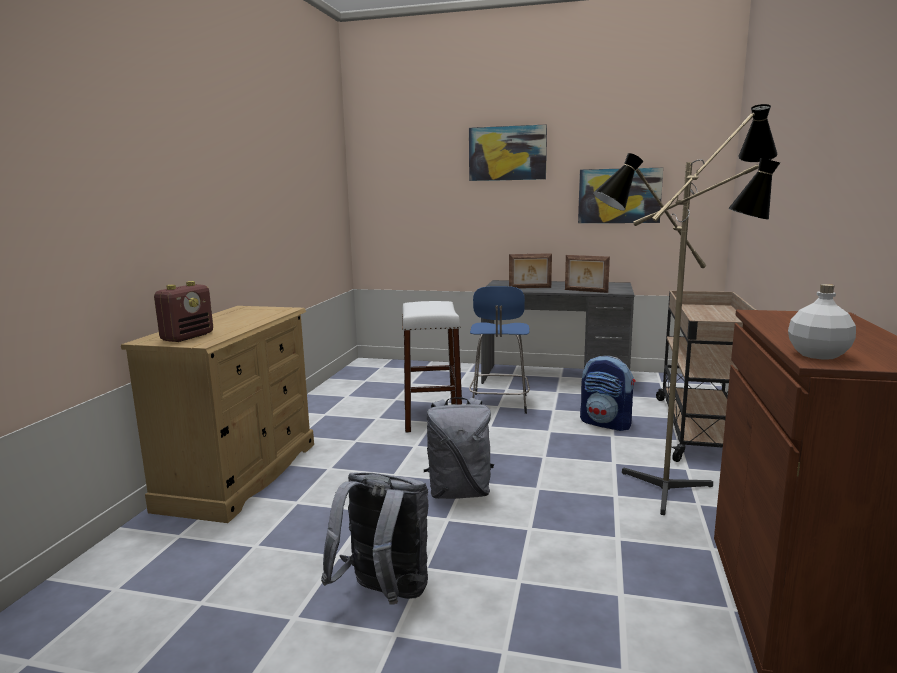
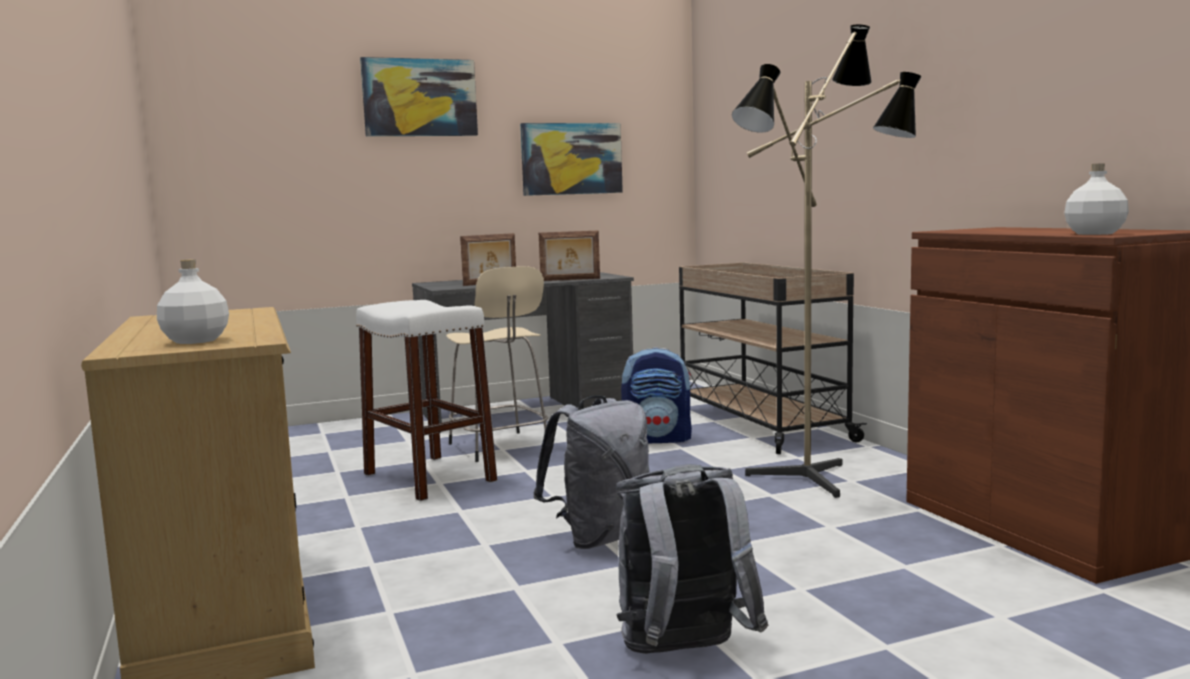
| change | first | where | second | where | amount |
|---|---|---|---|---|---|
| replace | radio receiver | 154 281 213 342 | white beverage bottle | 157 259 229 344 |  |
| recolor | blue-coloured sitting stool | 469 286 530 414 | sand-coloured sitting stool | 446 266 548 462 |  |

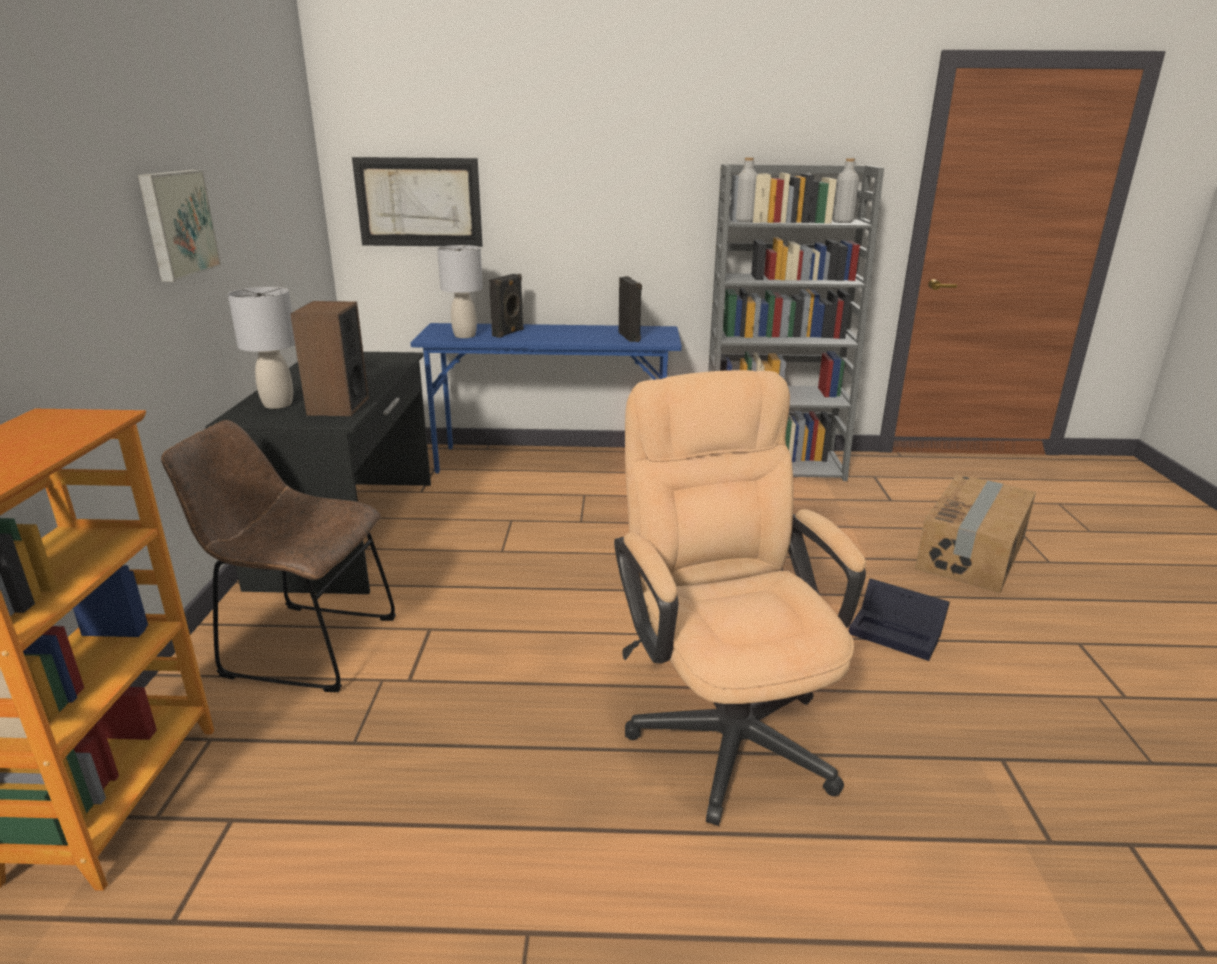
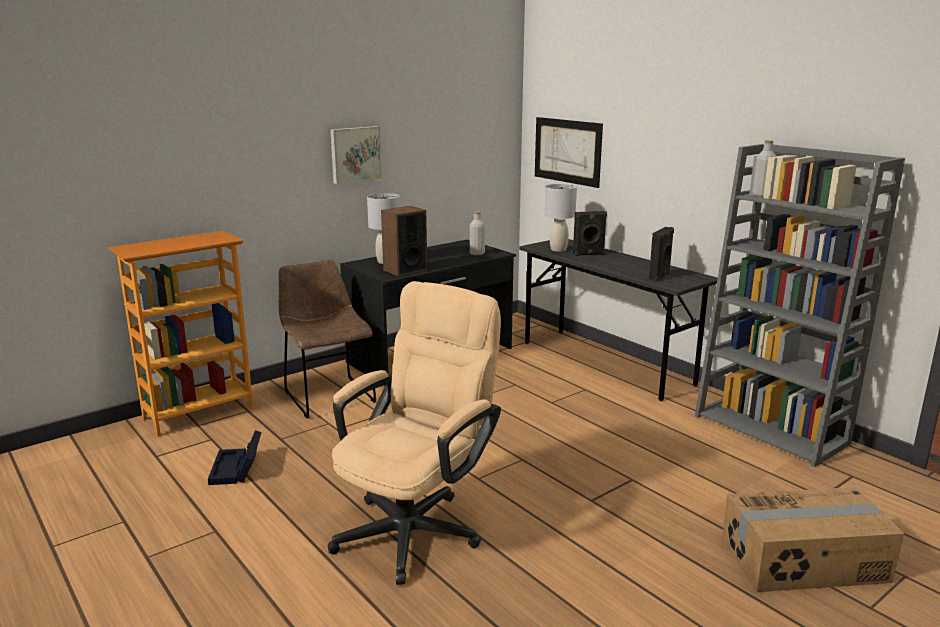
| change | first | where | second | where | amount |
|---|---|---|---|---|---|
| move | greyish beverage bottle | 832 158 859 223 |  | 470 211 485 255 |  |
| move | black-coloured storage bin | 849 579 950 661 |  | 208 430 262 485 |  |
| recolor | blue-coloured desk unit | 410 323 682 473 | greyish desk unit | 519 239 717 401 |  |

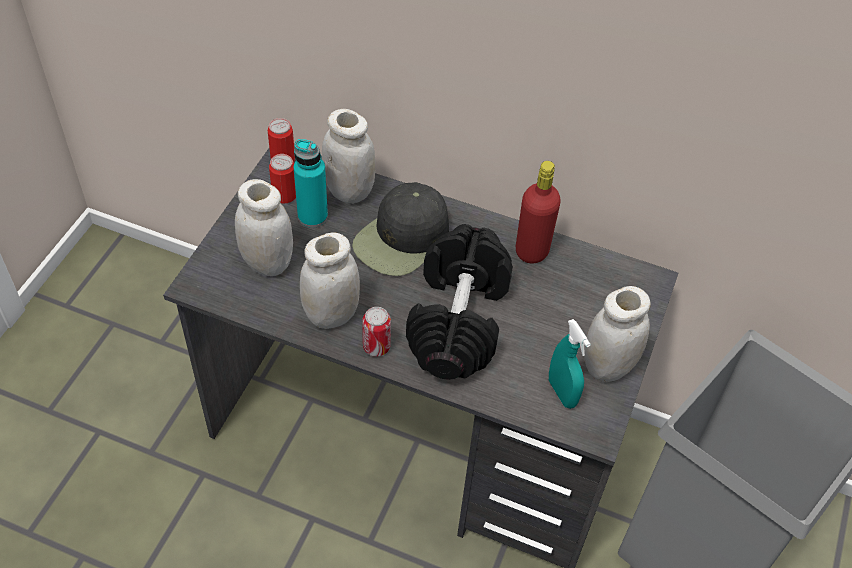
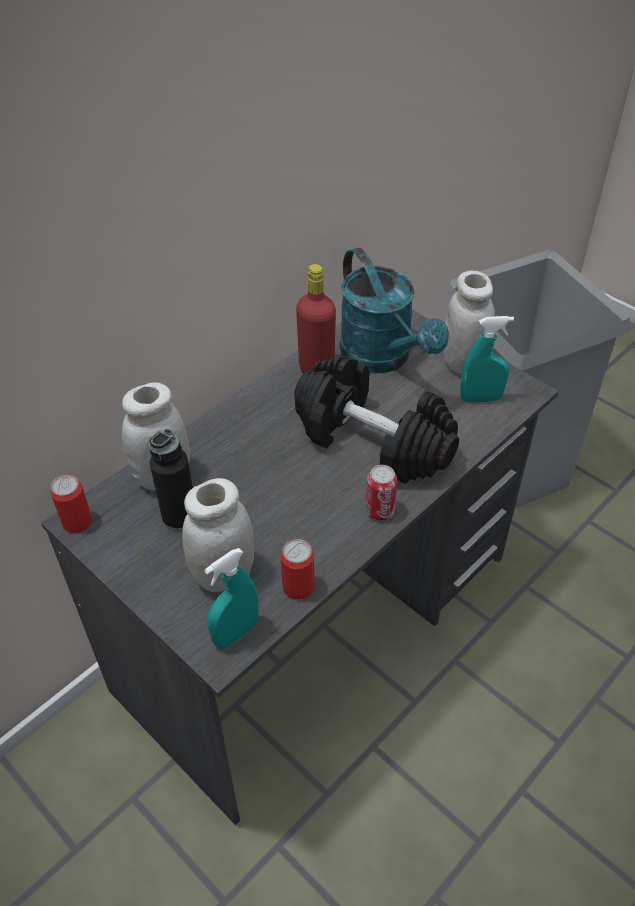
| change | first | where | second | where | amount |
|---|---|---|---|---|---|
| delete | white jar | 300 232 360 329 |  |  |  |
| delete | black-coloured peaked cap | 352 182 449 276 |  |  |  |
| insert |  |  | turquoise-coloured spray bottle | 204 548 259 649 |  |
| insert |  |  | turquoise-coloured watering pot | 340 248 449 373 |  |
| move | can | 269 154 296 204 |  | 280 539 315 600 |  |
| recolor | turquoise-coloured beverage bottle | 294 139 328 228 | black-coloured beverage bottle | 149 429 193 531 |  |

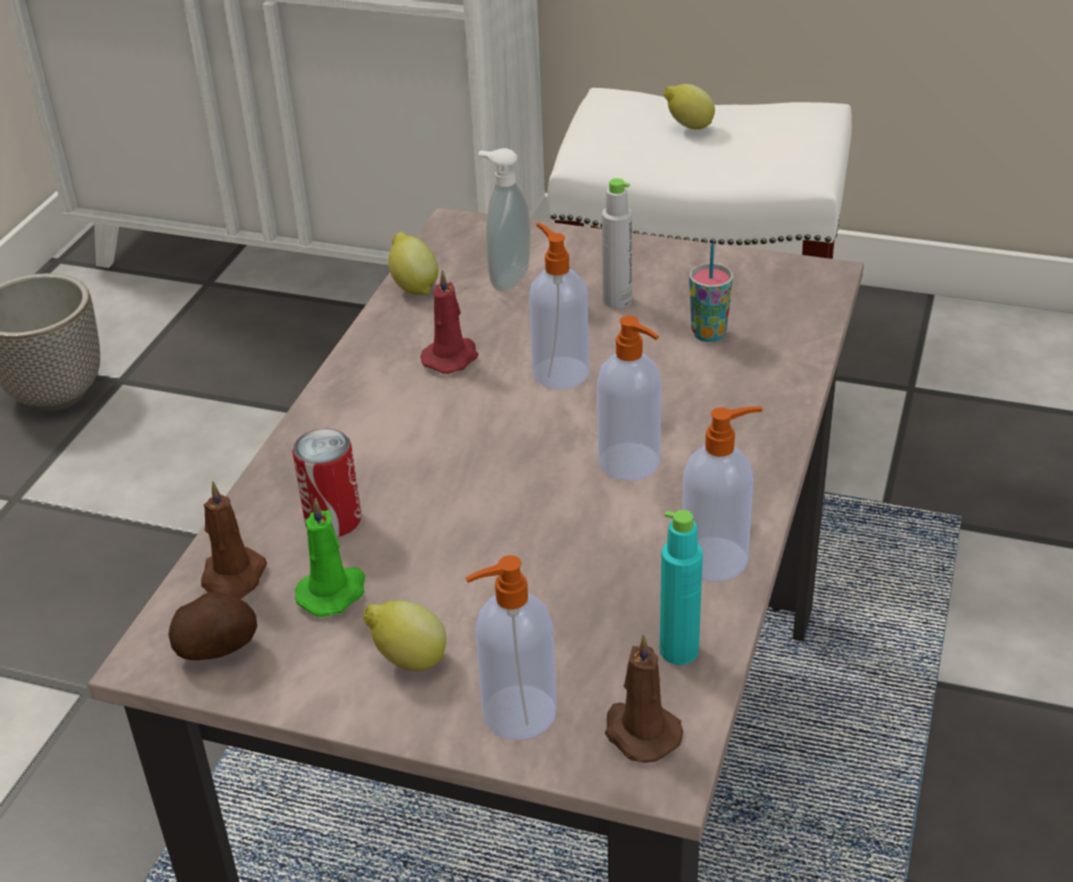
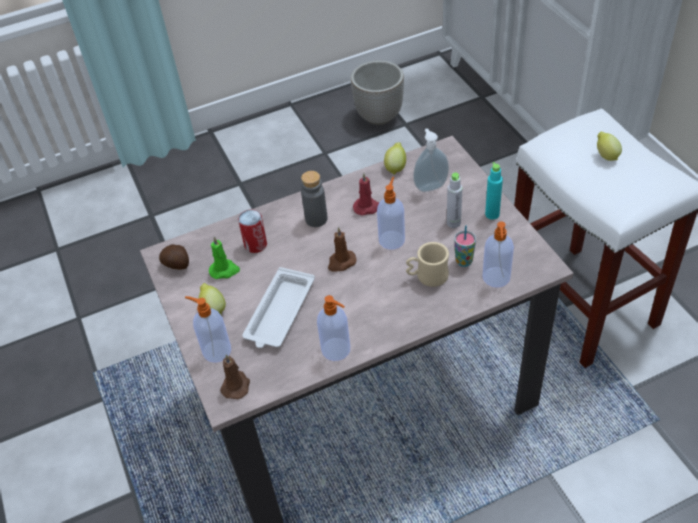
| change | first | where | second | where | amount |
|---|---|---|---|---|---|
| insert |  |  | white tray | 242 267 315 348 |  |
| insert |  |  | greyish beverage bottle | 301 171 328 227 |  |
| insert |  |  | sand-coloured mug | 406 242 449 287 |  |
| move | brown-coloured candle | 201 481 267 599 |  | 328 227 356 272 |  |
| move | liquid soap bottle | 597 316 661 481 |  | 482 221 514 288 |  |
| move | turquoise-coloured beverage bottle | 660 510 703 665 |  | 485 162 503 219 |  |

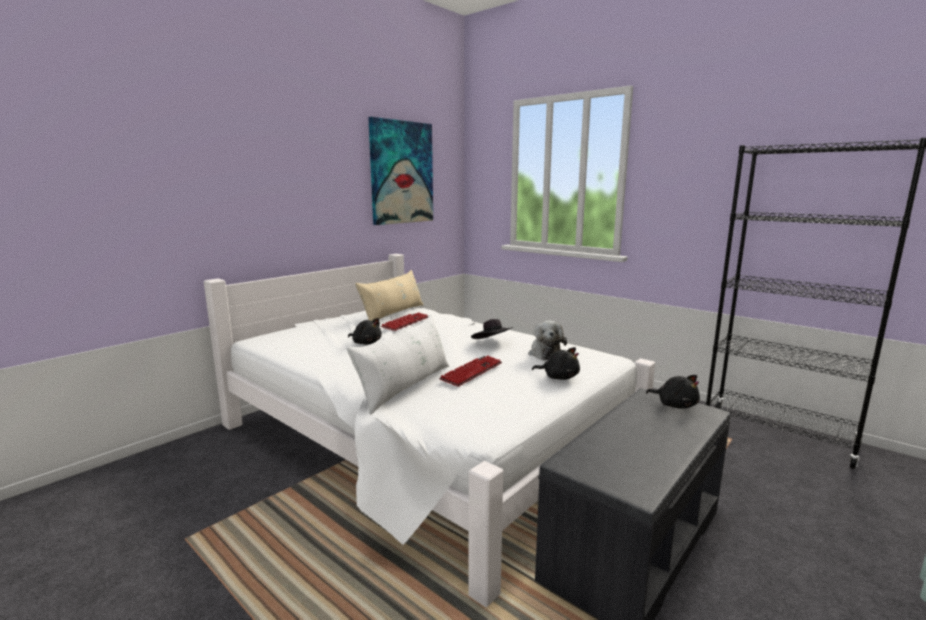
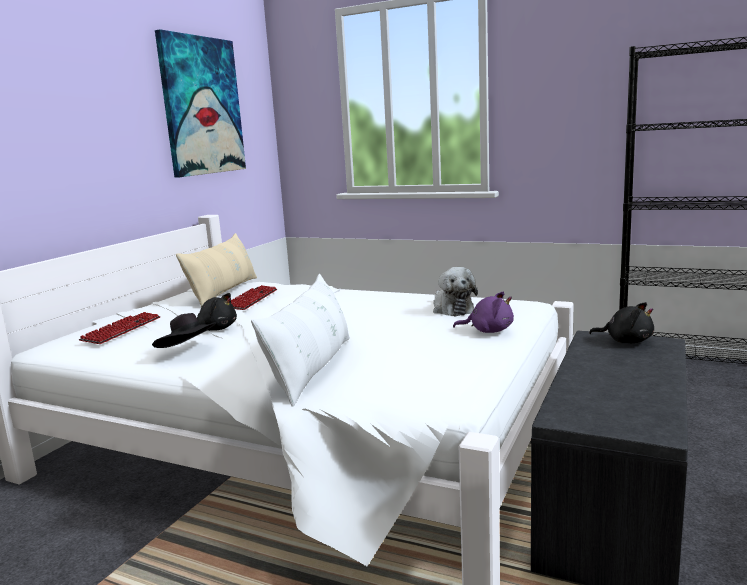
| change | first | where | second | where | amount |
|---|---|---|---|---|---|
| move | keyboard | 439 356 502 387 |  | 79 312 161 344 |  |
| move | black-coloured clothing hat | 471 319 514 339 |  | 152 313 218 348 |  |
| recolor | black-coloured cuddly toy | 532 347 580 380 | purple cuddly toy | 453 291 514 333 |  |

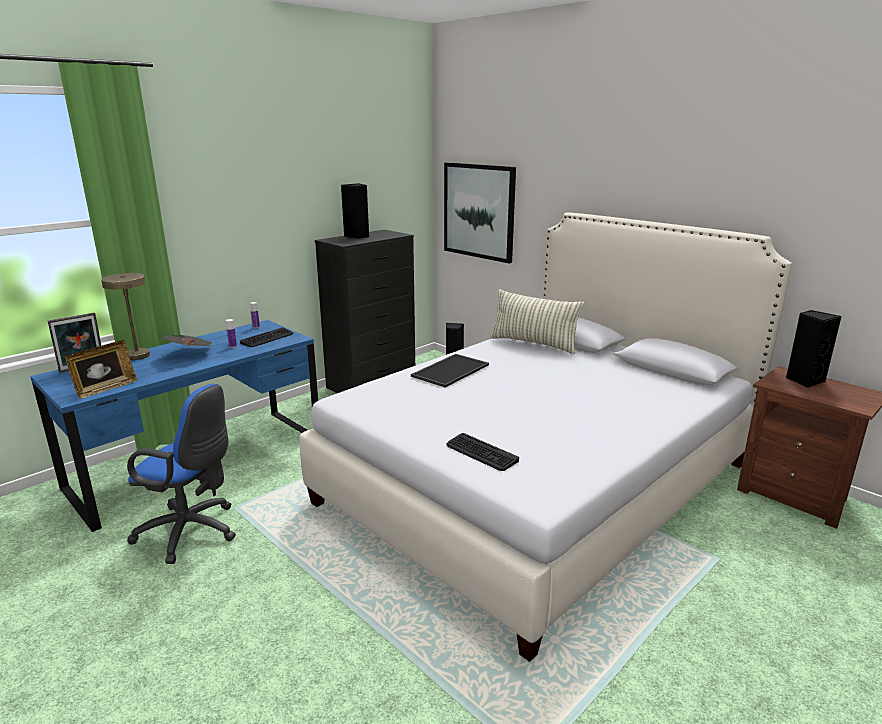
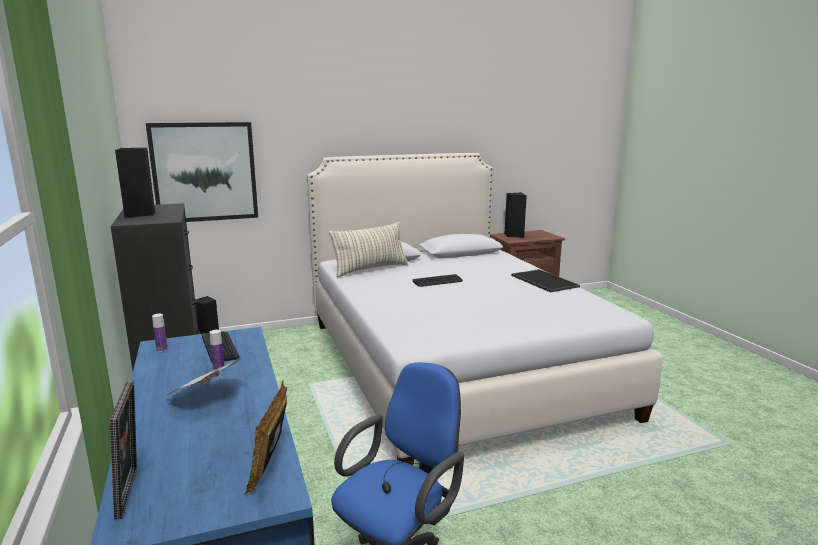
| change | first | where | second | where | amount |
|---|---|---|---|---|---|
| delete | sand-coloured table lamp | 101 273 150 360 |  |  |  |
| move | tray | 411 354 489 388 |  | 511 269 580 293 |  |
| move | keyboard | 446 433 519 471 |  | 413 274 463 287 |  |
| rotate | standing frame | 65 340 137 398 |  | 244 381 287 495 | 150 degrees counterclockwise |

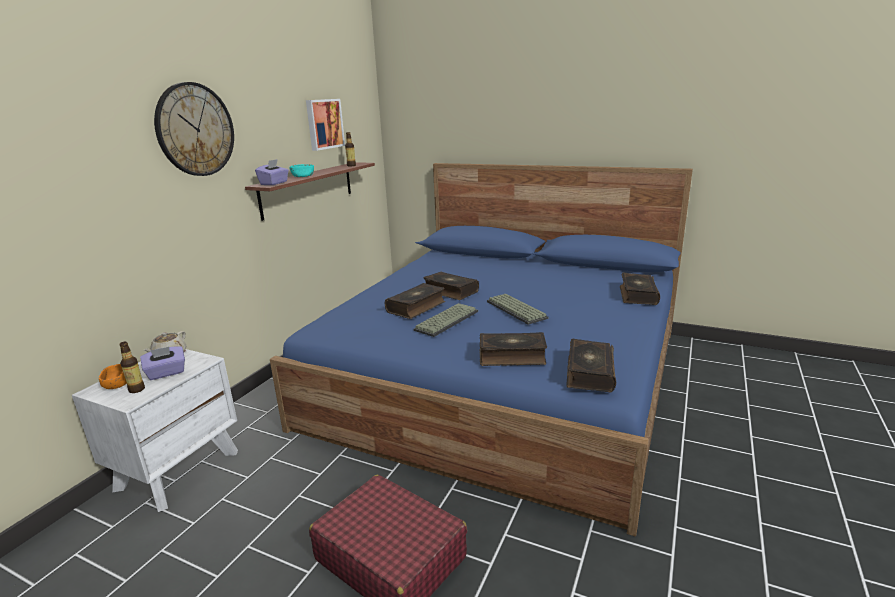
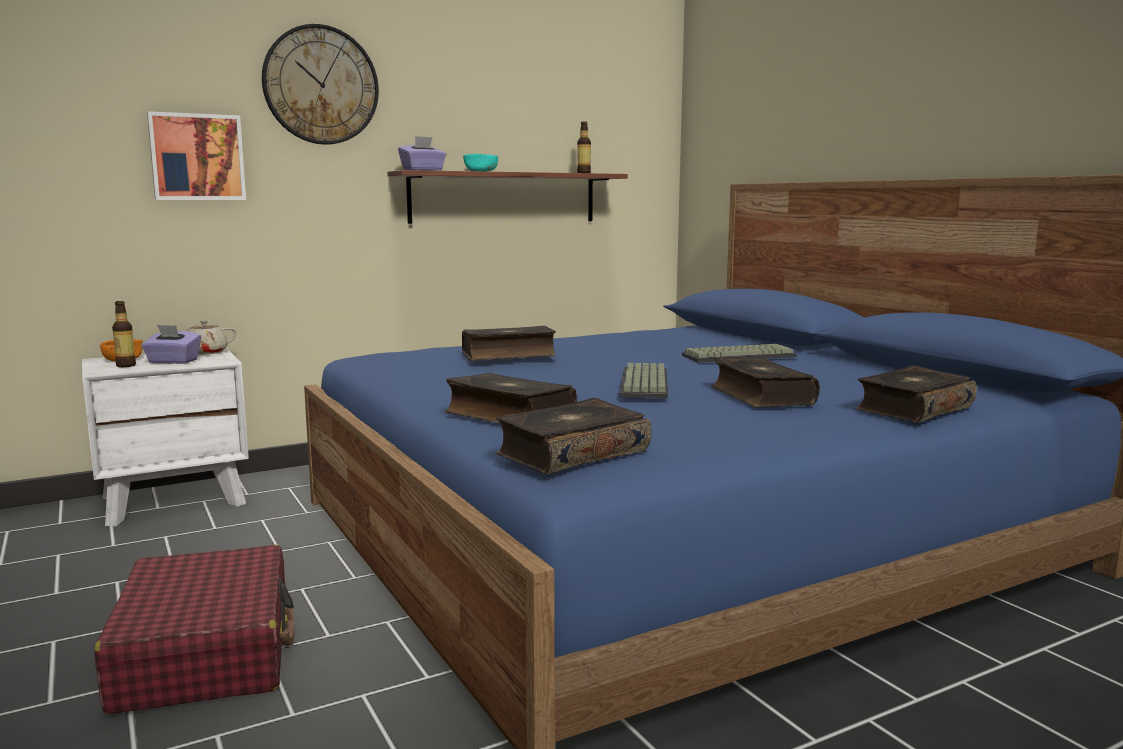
| change | first | where | second | where | amount |
|---|---|---|---|---|---|
| move | wall art | 306 99 345 151 |  | 147 111 246 200 |  |
| move | keyboard | 414 303 478 337 |  | 682 344 797 362 |  |
| move | book | 423 272 479 300 |  | 711 358 820 407 |  |

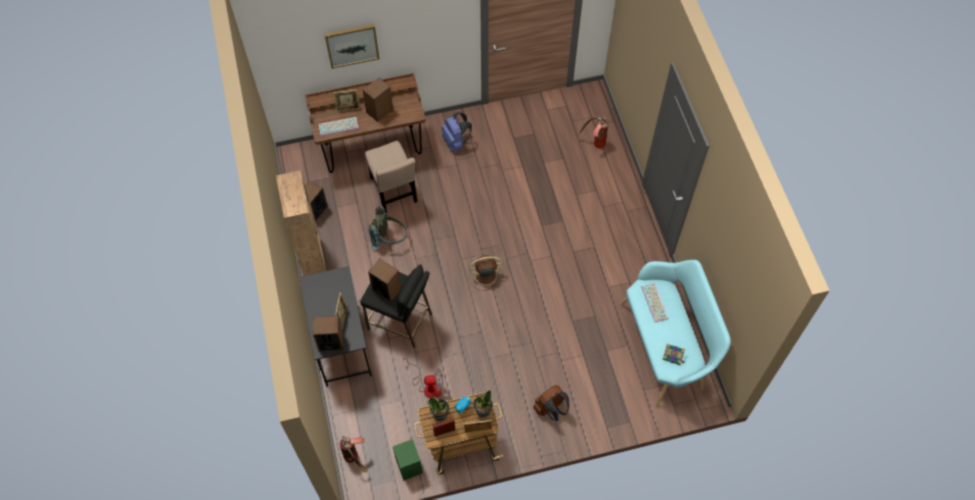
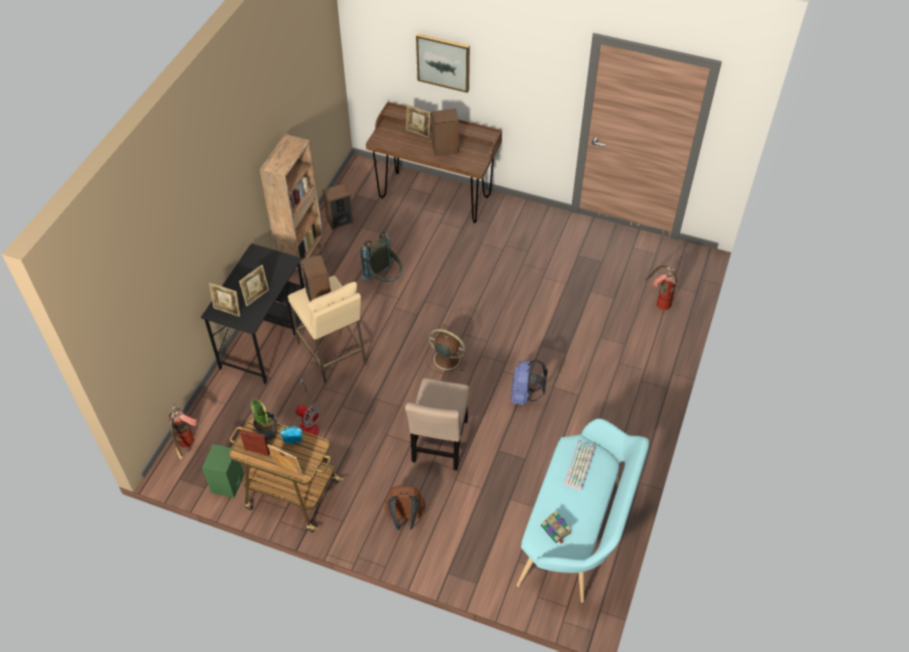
| change | first | where | second | where | amount |
|---|---|---|---|---|---|
| delete | keyboard | 319 117 359 136 |  |  |  |
| delete | plant in a pot | 473 390 493 417 |  |  |  |
| move | sand-coloured plain chair | 365 141 417 213 |  | 405 378 469 470 |  |
| move | blue-coloured rucksack | 442 112 472 152 |  | 510 360 548 405 |  |
| replace | audio speaker | 313 316 343 352 | standing frame | 209 283 240 317 |  |
| recolor | black-coloured sitting stool | 360 264 432 348 | sand-coloured sitting stool | 288 276 367 383 |  |

